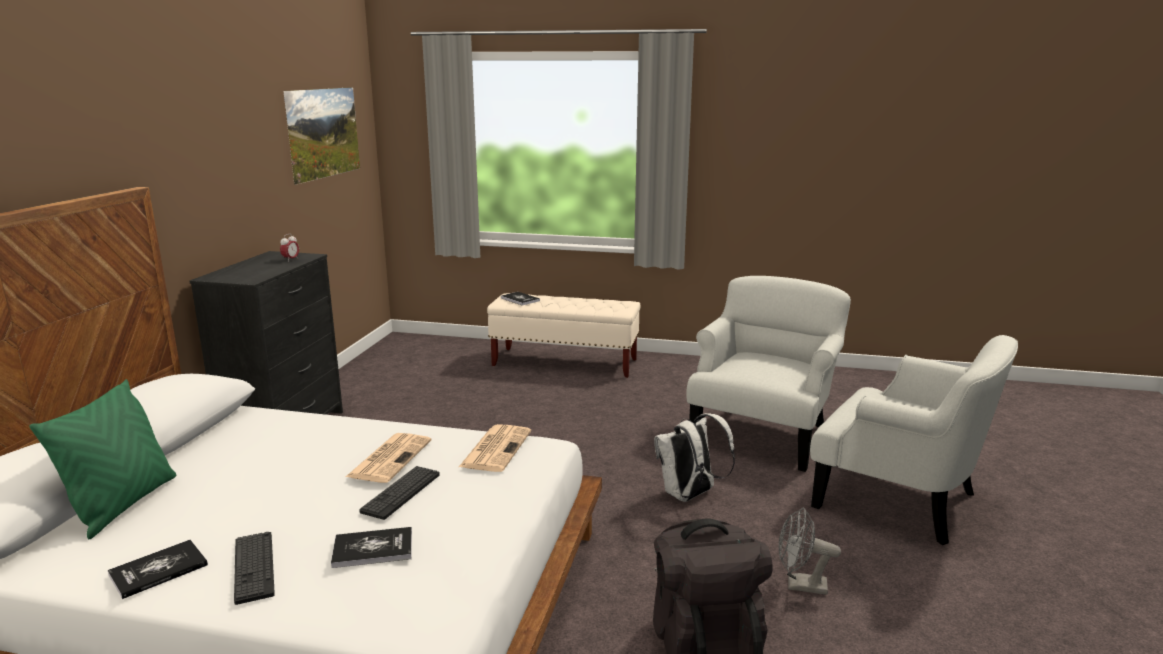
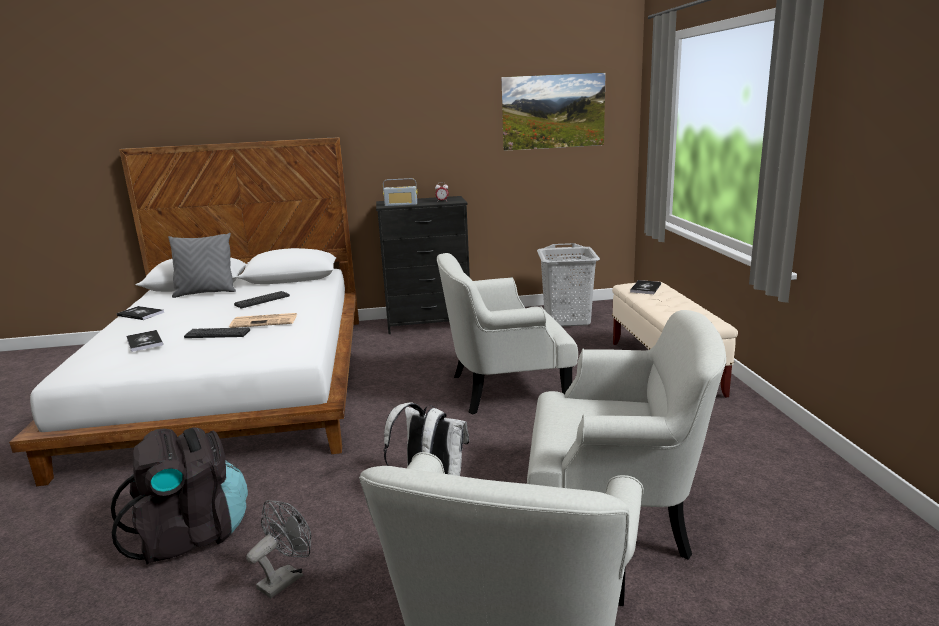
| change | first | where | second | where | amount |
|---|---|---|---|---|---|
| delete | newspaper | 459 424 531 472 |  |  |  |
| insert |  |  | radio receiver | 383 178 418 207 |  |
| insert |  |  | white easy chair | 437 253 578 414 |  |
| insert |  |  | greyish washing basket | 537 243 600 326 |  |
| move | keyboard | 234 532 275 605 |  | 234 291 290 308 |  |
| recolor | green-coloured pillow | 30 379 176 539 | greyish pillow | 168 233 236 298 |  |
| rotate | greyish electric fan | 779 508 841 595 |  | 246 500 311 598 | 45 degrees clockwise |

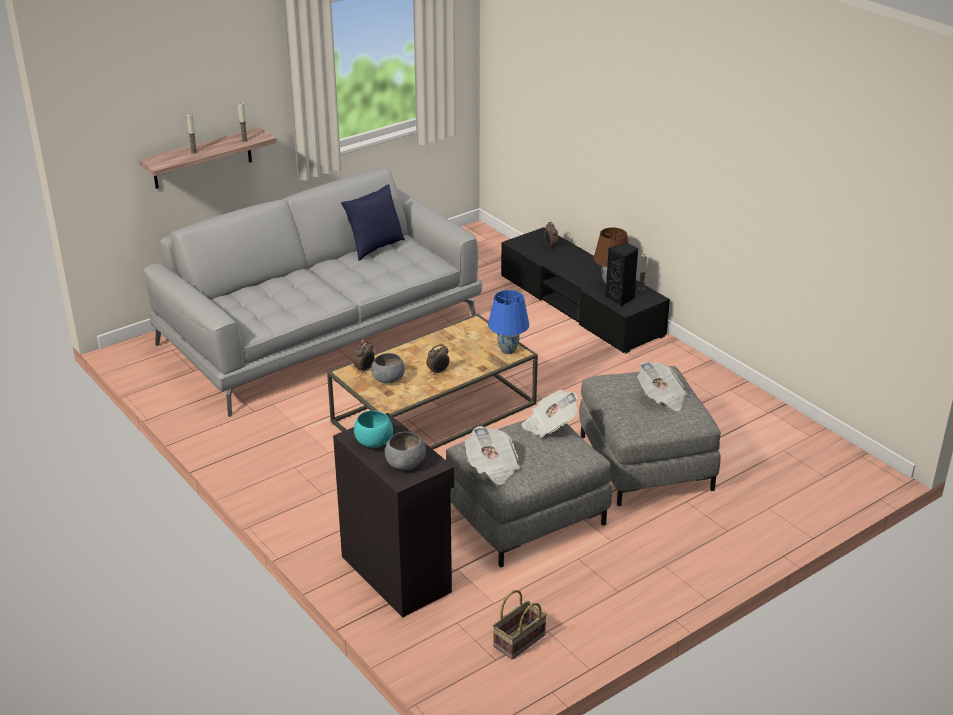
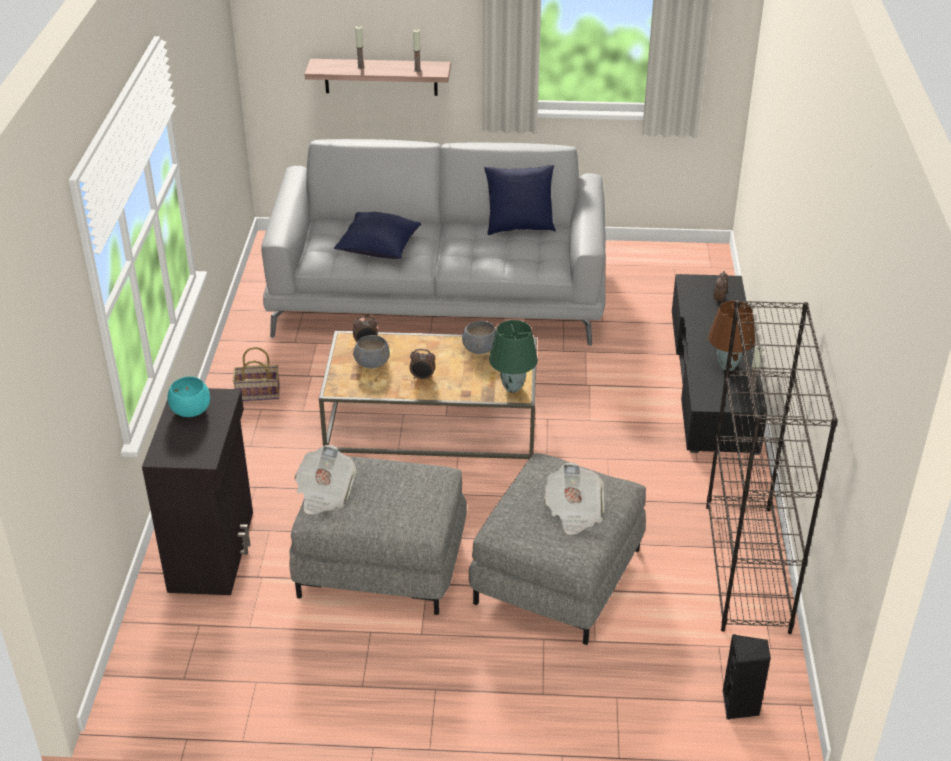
| change | first | where | second | where | amount |
|---|---|---|---|---|---|
| delete | newspaper | 522 390 578 437 |  |  |  |
| insert |  |  | blue-coloured pillow | 334 212 422 259 |  |
| insert |  |  | black-coloured bookcase | 706 300 838 634 |  |
| move | greyish bowl | 385 432 426 470 |  | 462 321 496 354 |  |
| move | basket | 493 590 547 659 |  | 233 347 280 401 |  |
| move | black-coloured audio speaker | 605 243 638 307 |  | 722 634 771 720 |  |
| recolor | blue-coloured table lamp | 488 290 529 354 | green-coloured table lamp | 489 320 538 393 |  |

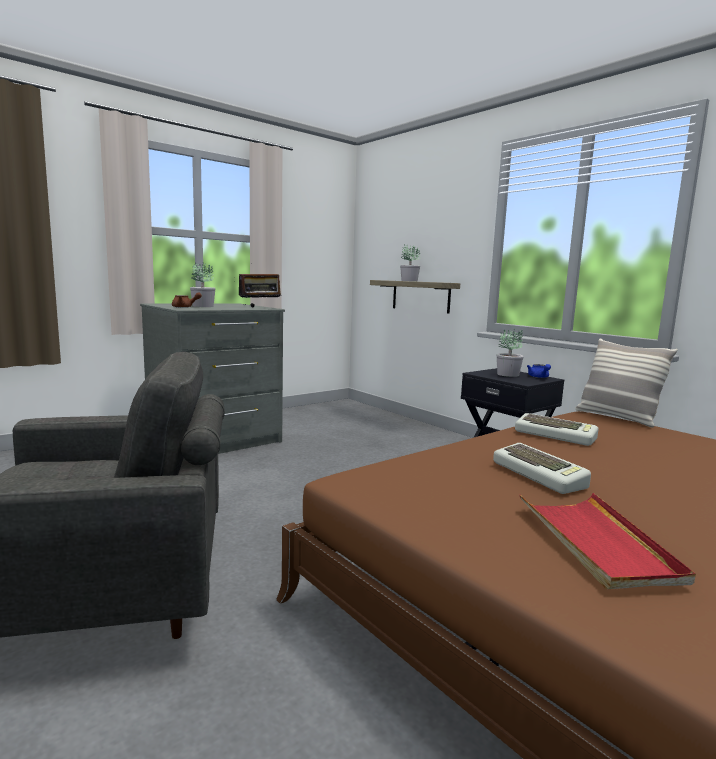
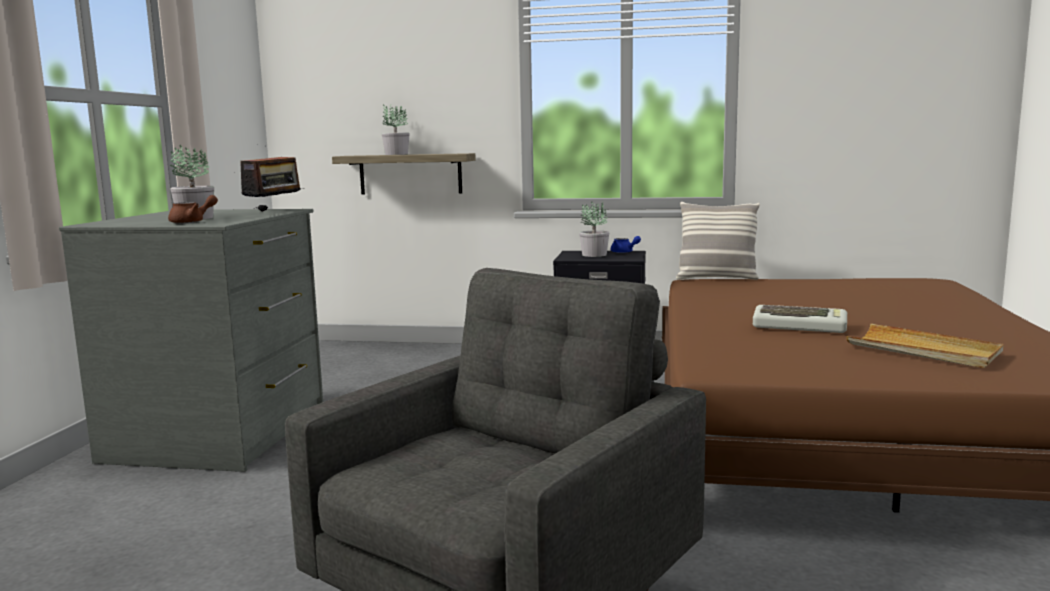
| change | first | where | second | where | amount |
|---|---|---|---|---|---|
| delete | keyboard | 515 413 598 446 |  |  |  |
| recolor | red tray | 520 493 696 589 | sand-coloured tray | 846 323 1004 368 |  |

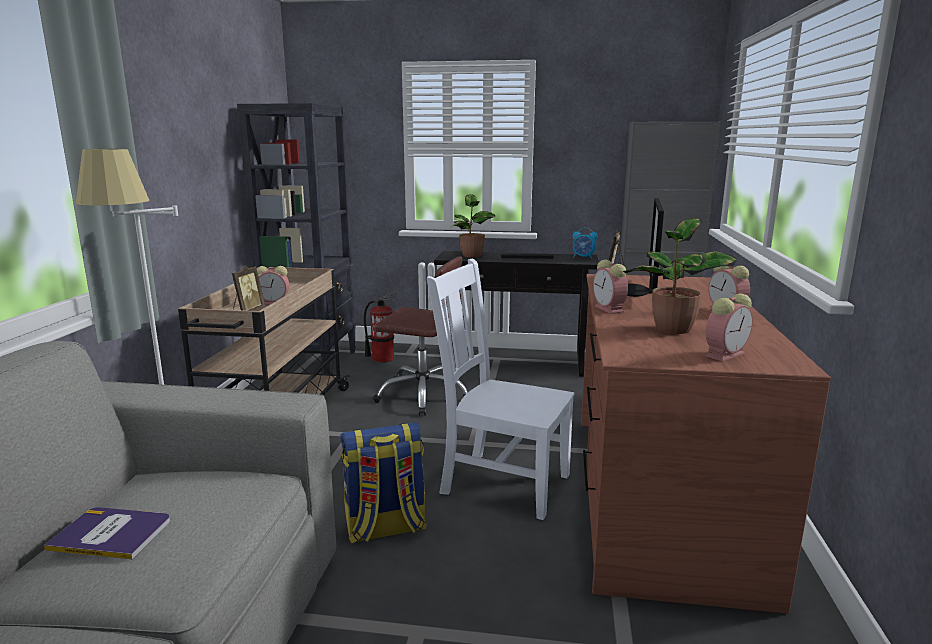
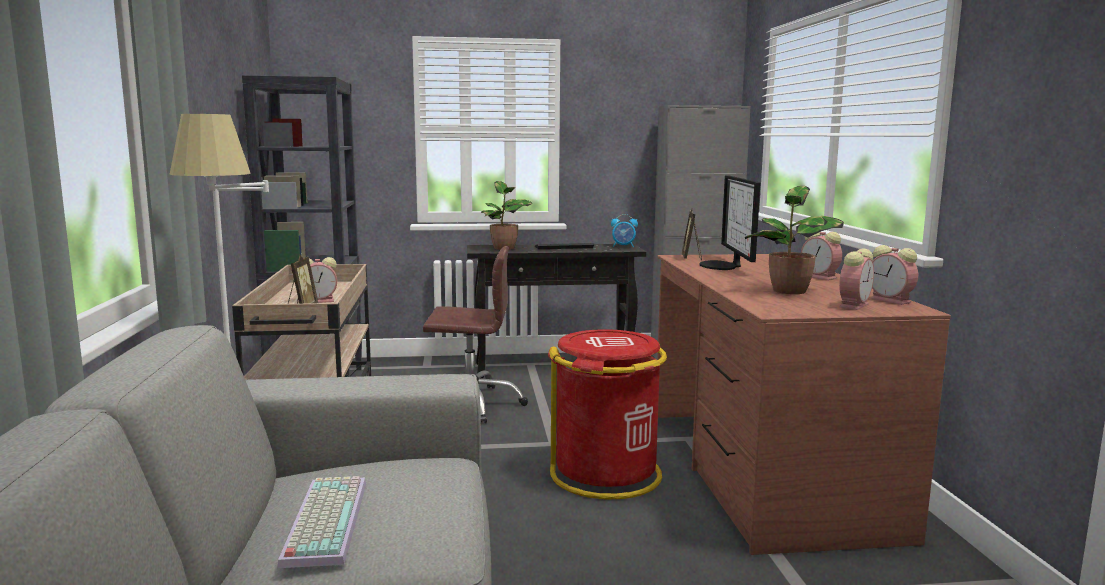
| change | first | where | second | where | amount |
|---|---|---|---|---|---|
| delete | rucksack | 340 422 427 543 |  |  |  |
| delete | fire-fighting cylinder | 364 292 398 363 |  |  |  |
| move | bedside clock | 593 260 628 314 |  | 870 245 918 305 |  |
| replace | book | 44 507 170 559 | keyboard | 277 476 366 568 |  |
| replace | white plain chair | 427 259 574 520 | red rubbish bin | 548 329 667 499 |  |

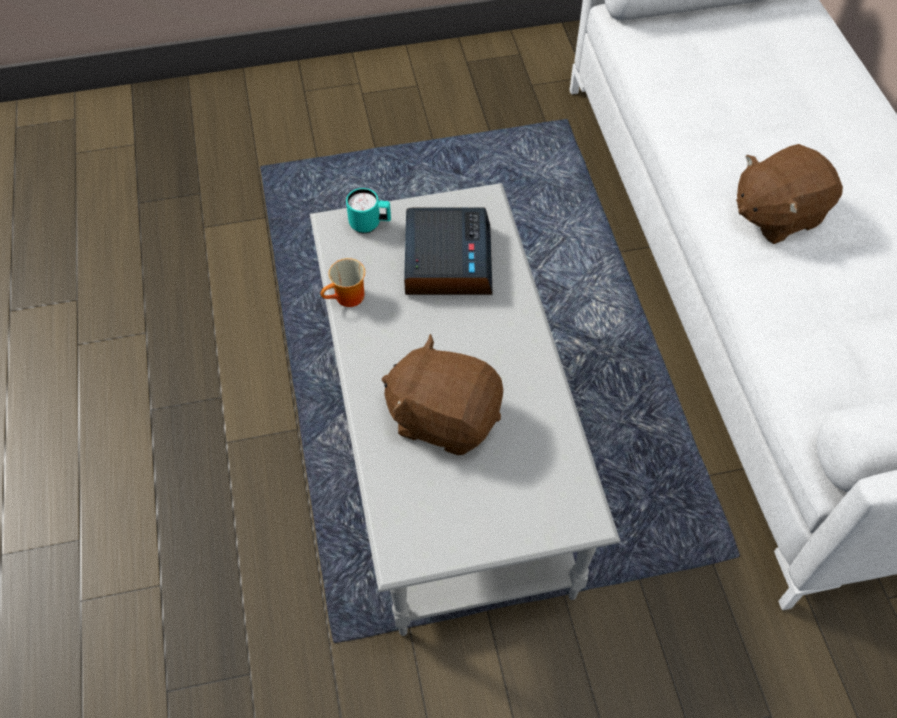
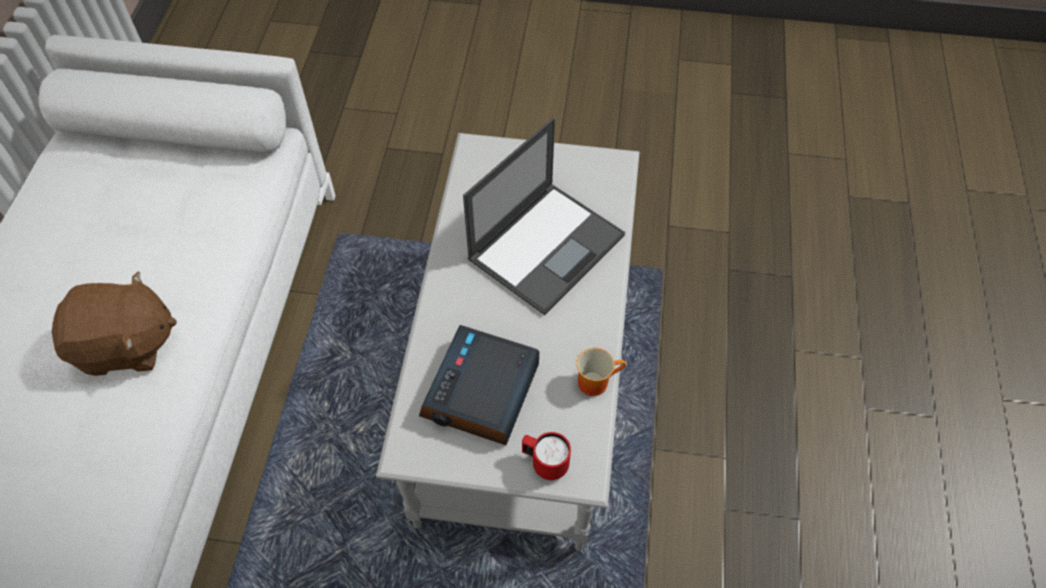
| change | first | where | second | where | amount |
|---|---|---|---|---|---|
| replace | brown-coloured cuddly toy | 382 334 503 455 | portable computer | 463 118 625 315 |  |
| recolor | turquoise-coloured mug | 346 188 391 234 | red mug | 522 432 571 480 |  |

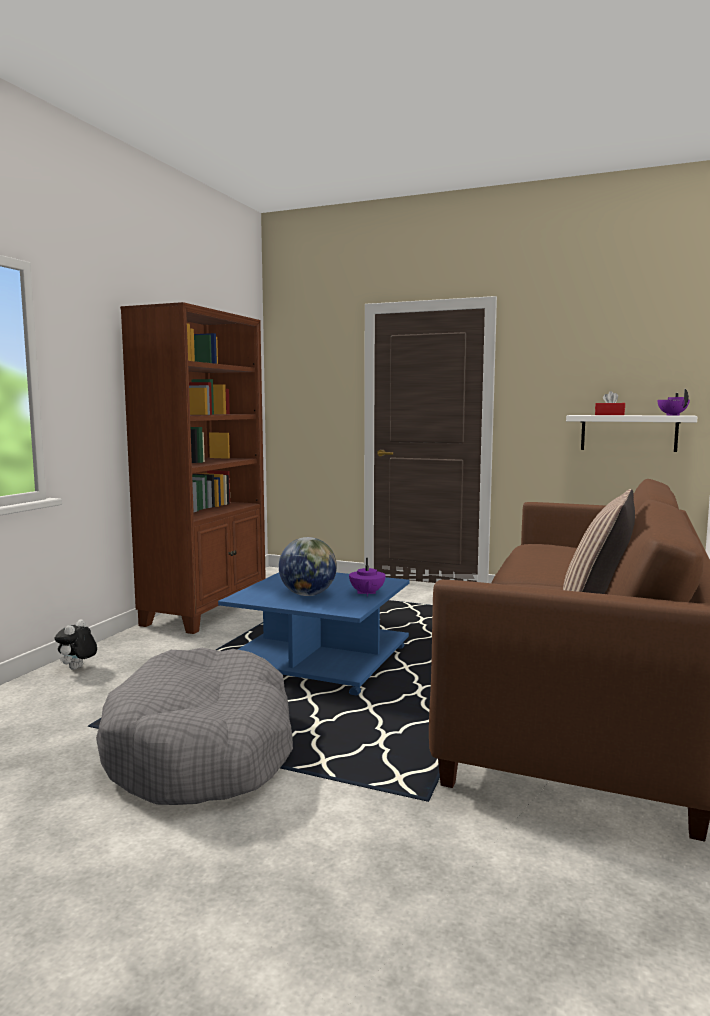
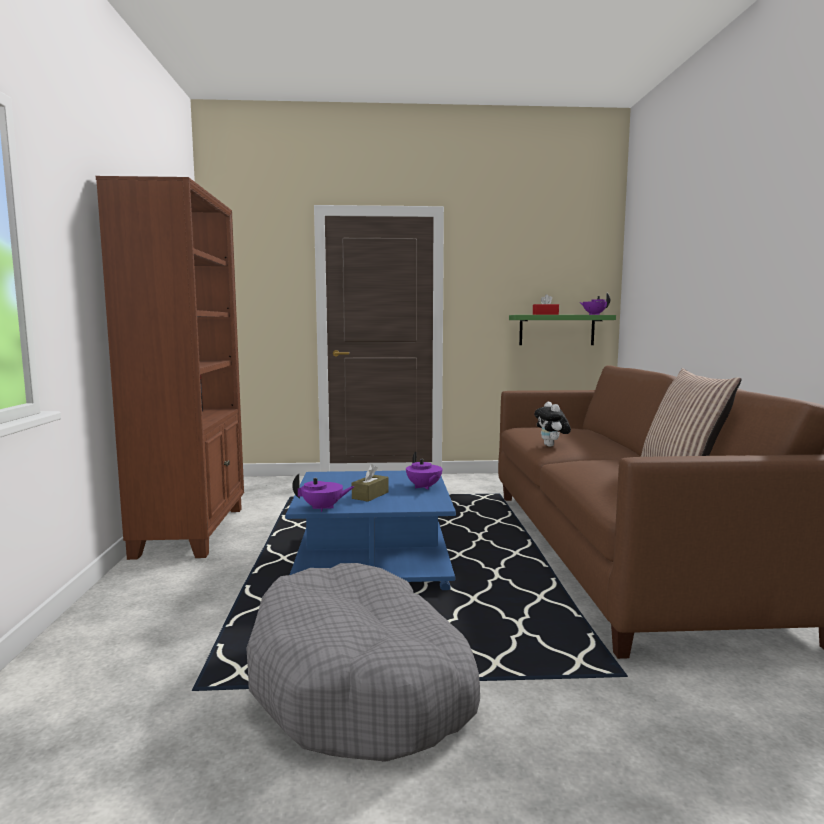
| change | first | where | second | where | amount |
|---|---|---|---|---|---|
| insert |  |  | purple pot for tea | 292 474 355 512 |  |
| move | cuddly toy | 55 619 97 670 |  | 534 402 571 447 |  |
| replace | desk globe | 279 537 337 596 | brown-coloured tissue box | 352 464 389 502 |  |
| recolor | white shelf | 566 415 698 452 | green-coloured shelf | 509 315 616 345 |  |

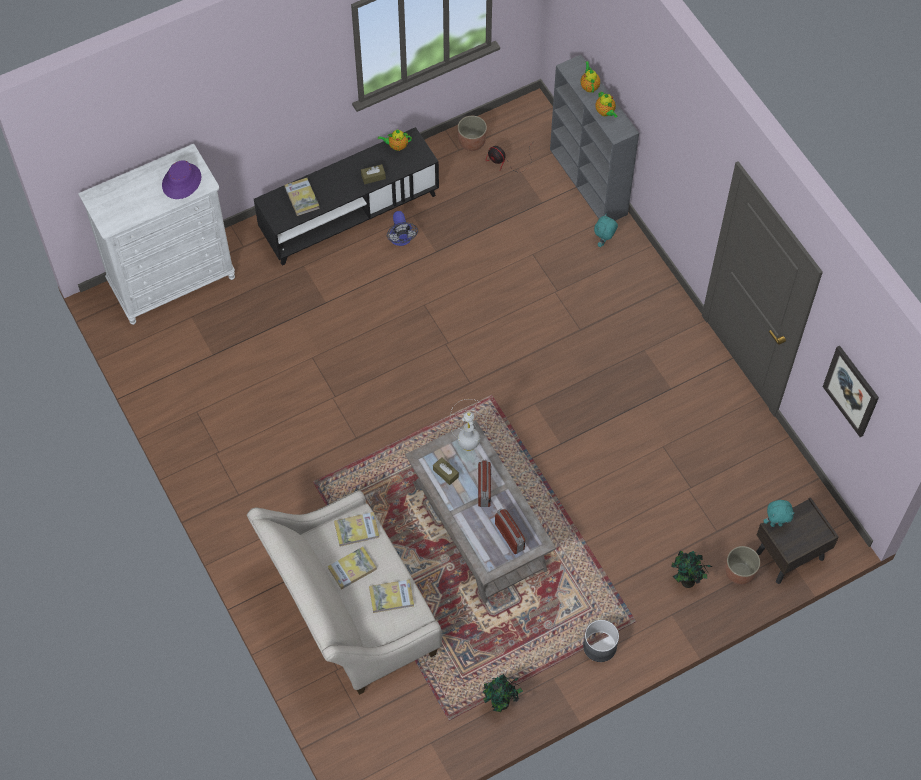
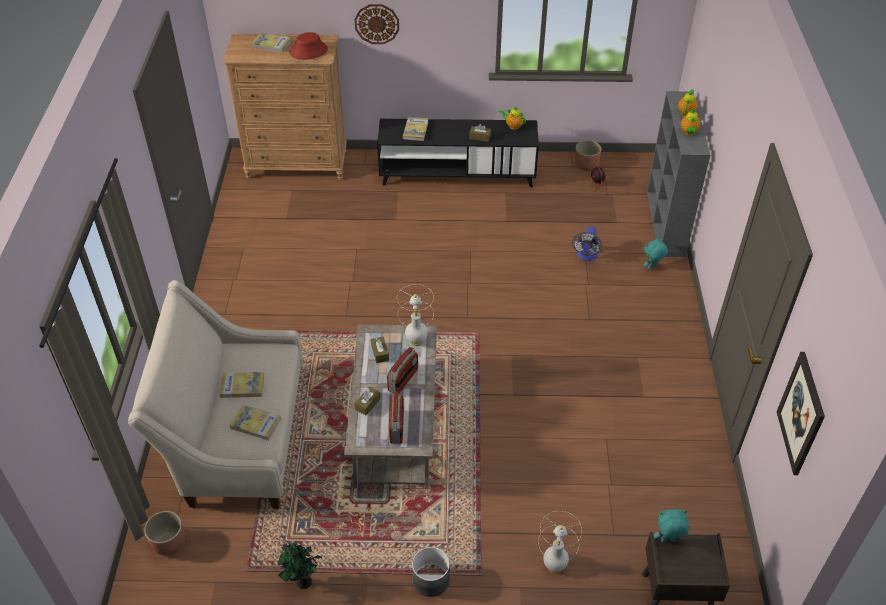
| change | first | where | second | where | amount |
|---|---|---|---|---|---|
| insert |  |  | wall clock | 354 4 399 44 |  |
| insert |  |  | brown-coloured tissue box | 355 386 381 415 |  |
| move | book | 334 512 379 547 |  | 251 33 291 53 |  |
| move | electric fan | 387 211 418 246 |  | 572 227 602 261 |  |
| move | flower pot | 725 546 760 585 |  | 144 511 185 556 |  |
| replace | plant in a pot | 671 550 713 588 | white table lamp | 538 511 582 573 |  |
| recolor | white dresser | 78 144 235 325 | brown-coloured dresser | 223 34 347 180 |  |
| recolor | purple clothing hat | 162 160 201 199 | red clothing hat | 289 32 328 60 |  |
| rotate | turquoise-coloured cuddly toy | 763 500 794 527 |  | 654 509 689 542 | 150 degrees clockwise |

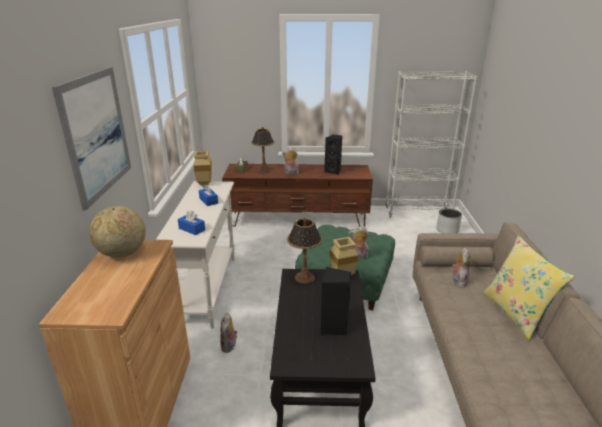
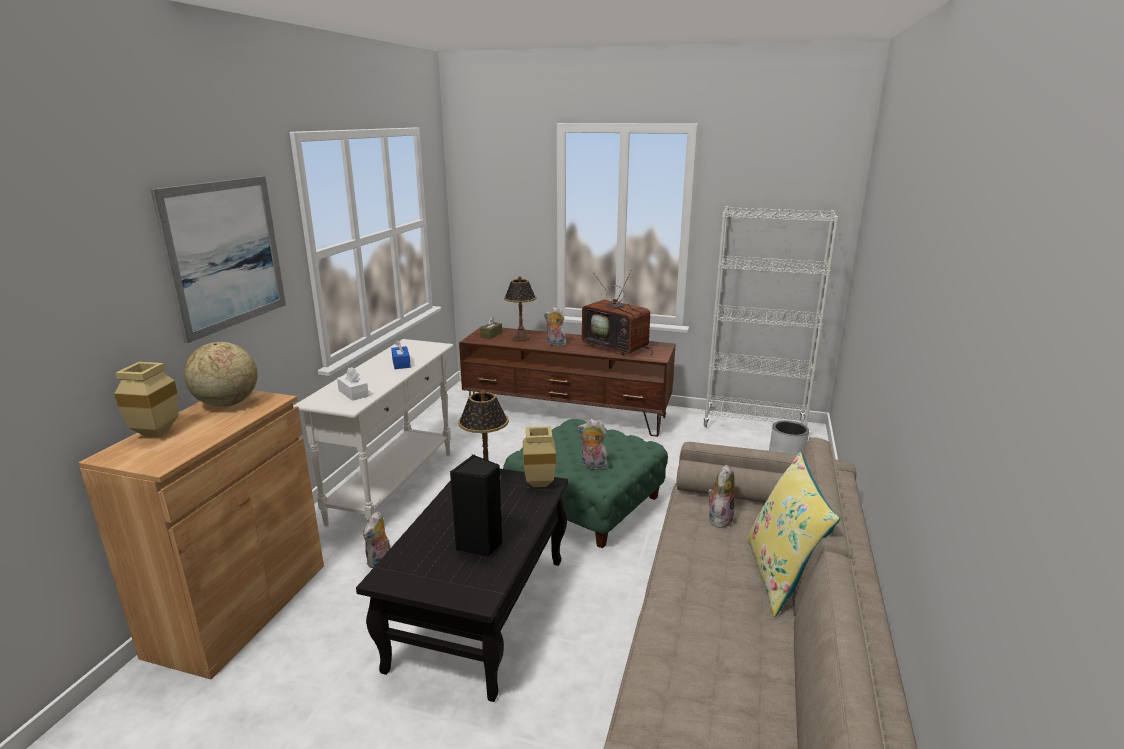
| change | first | where | second | where | amount |
|---|---|---|---|---|---|
| move | sand-coloured decorative vase | 193 151 212 186 |  | 114 362 179 437 |  |
| replace | black-coloured audio speaker | 324 135 342 175 | TV | 582 270 653 356 |  |
| recolor | blue-coloured tissue box | 178 210 205 235 | white tissue box | 337 367 369 401 |  |

